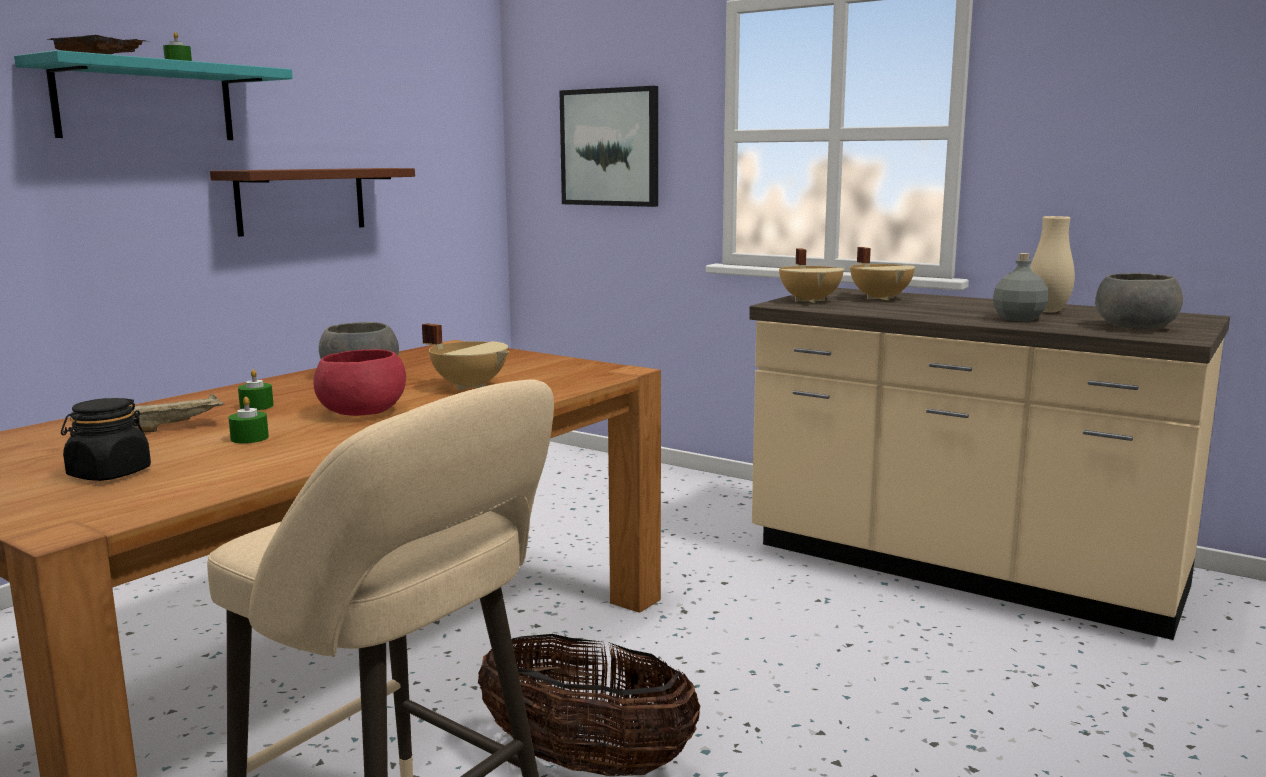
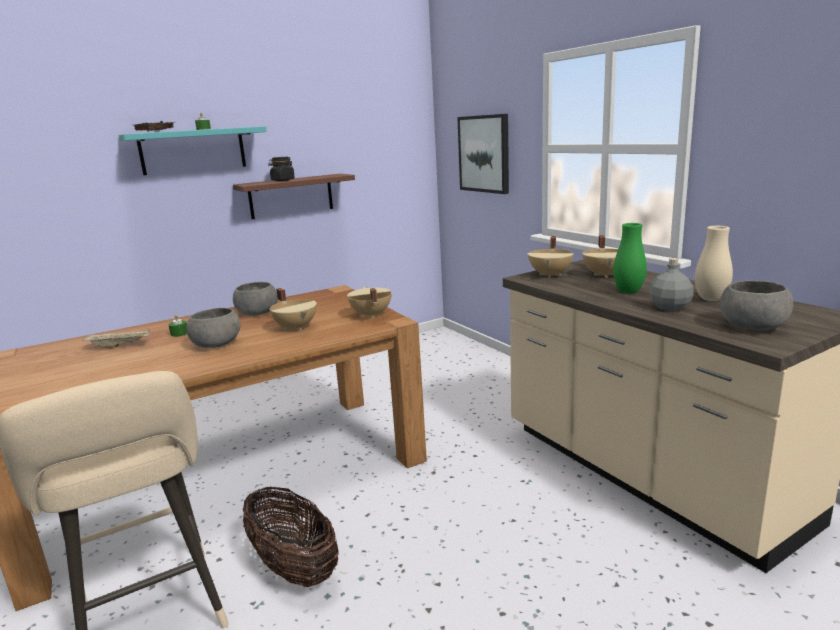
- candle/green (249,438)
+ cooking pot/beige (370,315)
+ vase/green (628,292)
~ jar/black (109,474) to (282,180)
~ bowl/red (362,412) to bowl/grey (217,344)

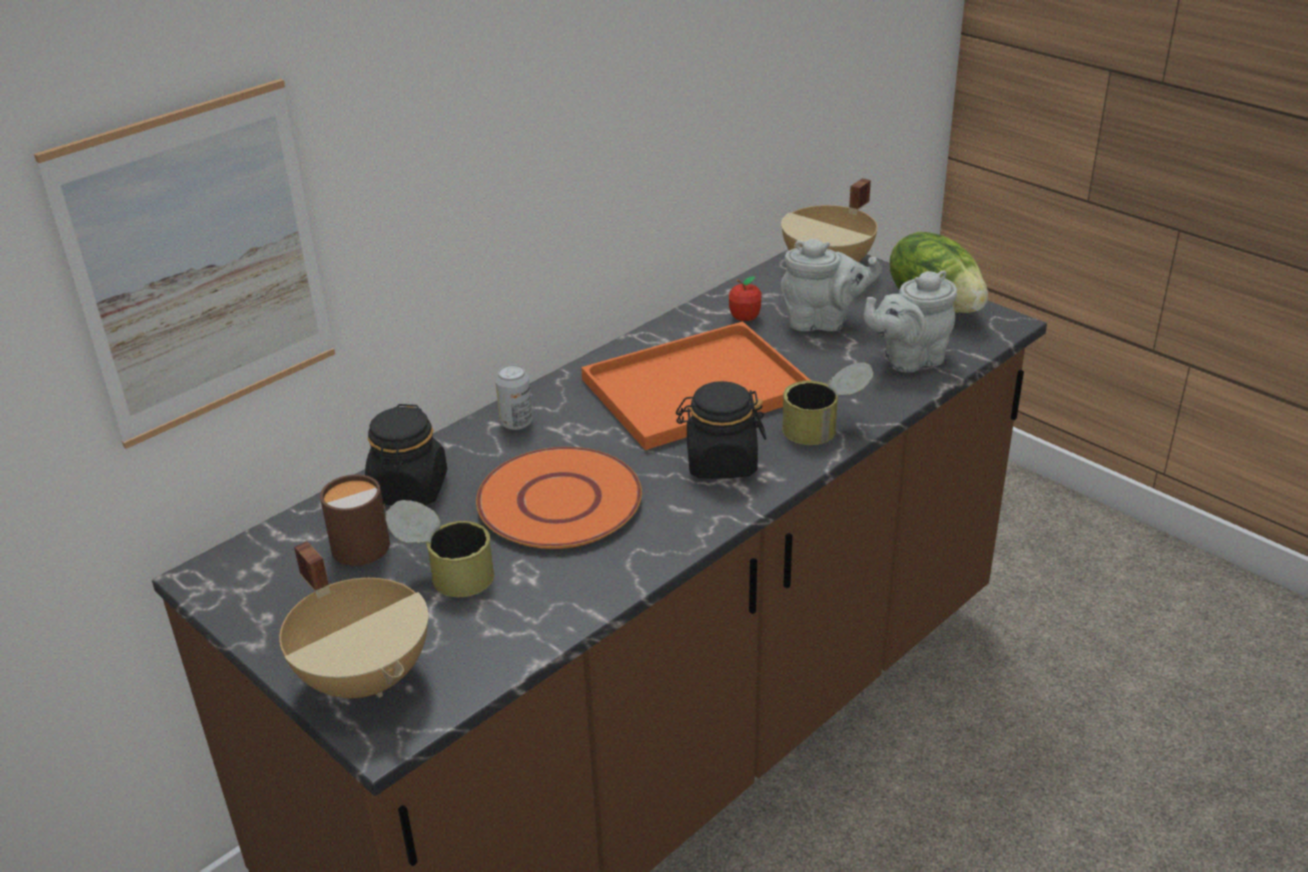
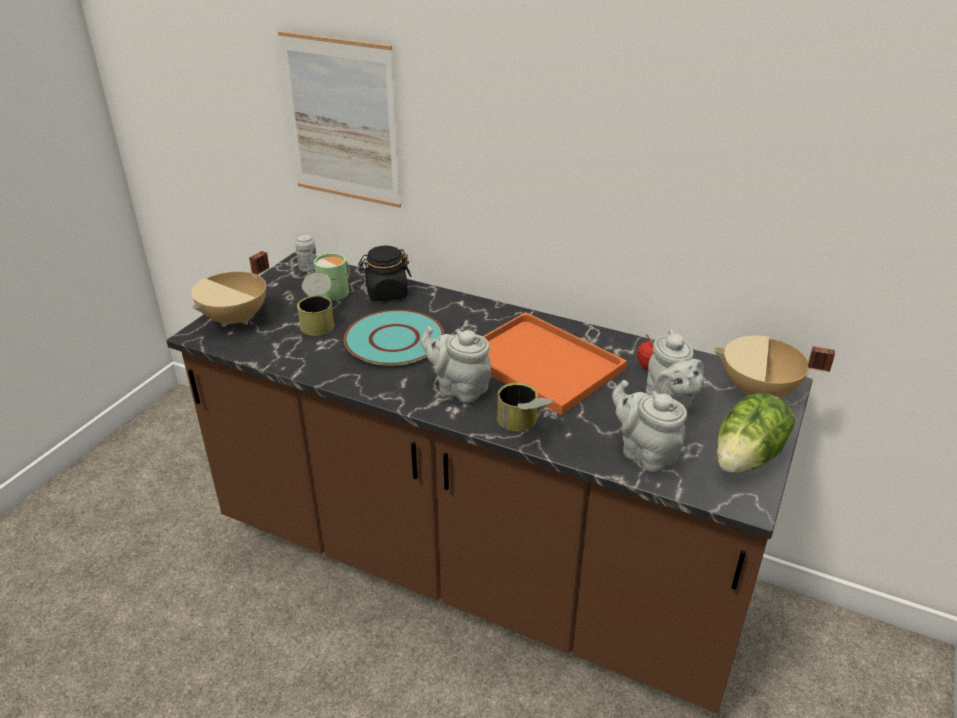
~ can (516,423) to (308,268)
~ jar/black (720,462) to teapot/grey (459,388)
~ mug/brown (359,542) to mug/green (336,291)
~ plate/orange (561,501) to plate/turquoise (394,340)

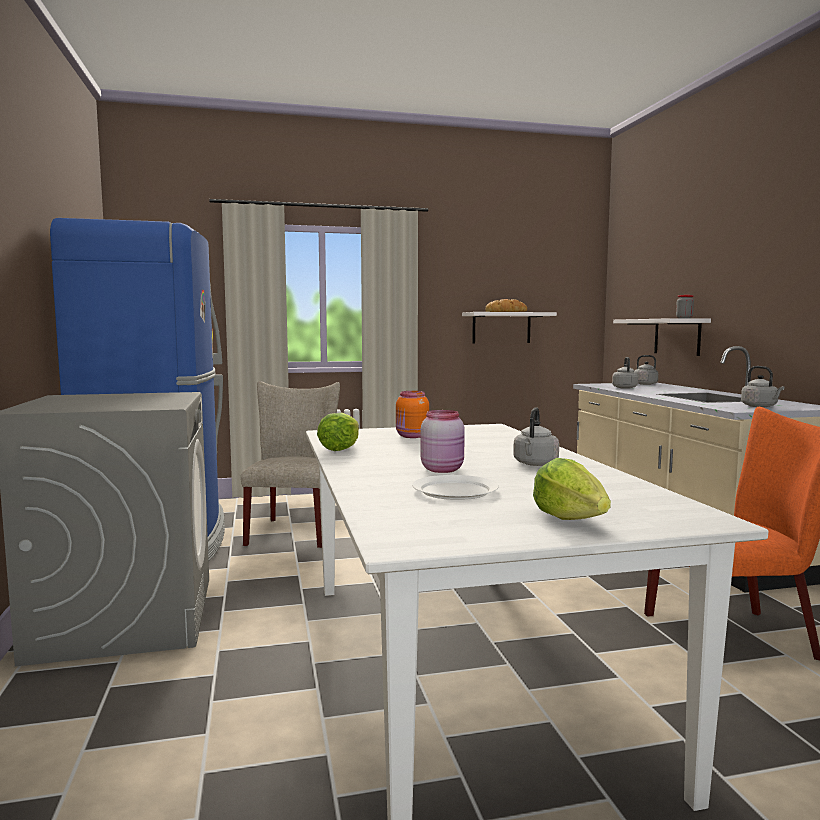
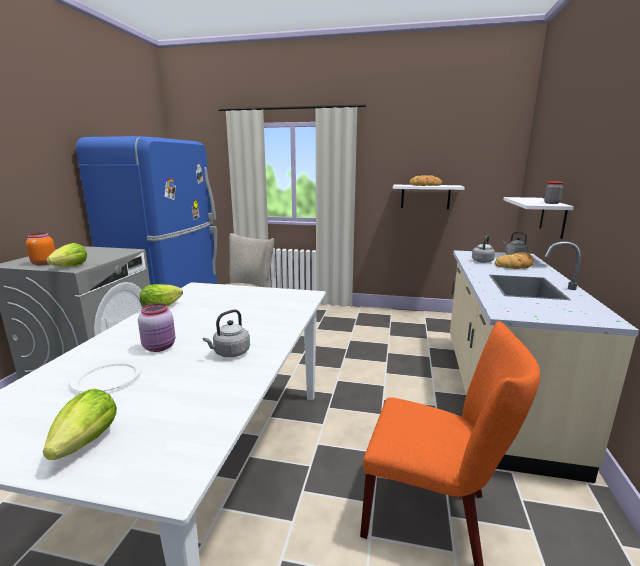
- kettle/grey (760,406)
+ lettuce (71,267)
+ bread (516,265)
~ jar/orange (411,436) to (43,263)

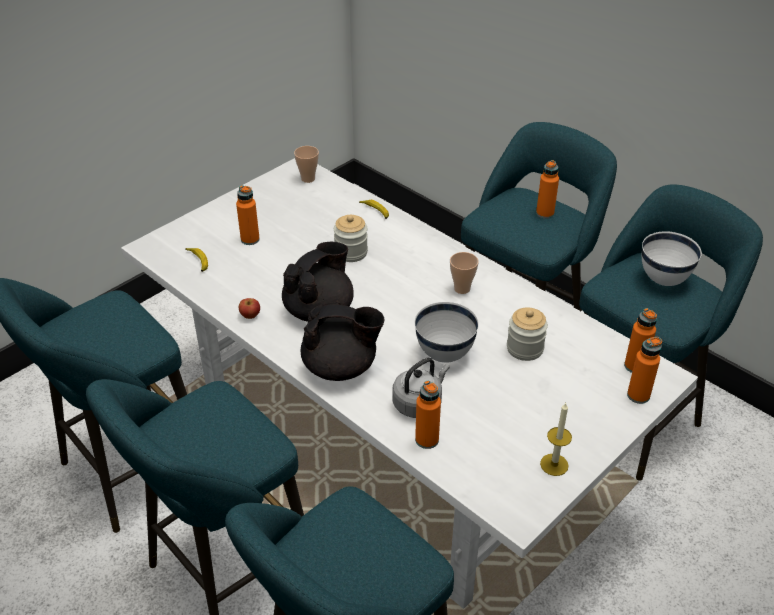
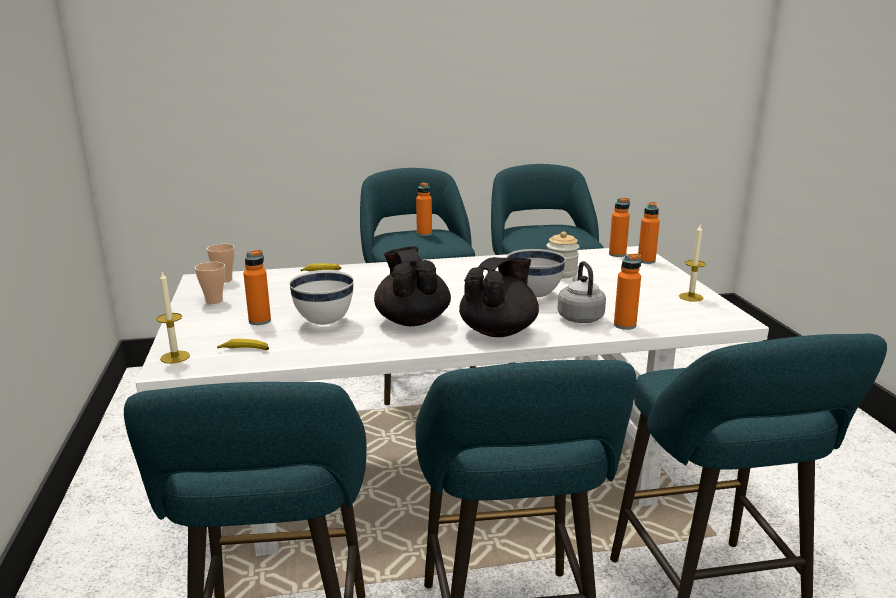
- apple (250,315)
- jar (351,252)
+ candle (175,357)
~ cup (462,289) to (214,301)
~ bowl/white (663,279) to (324,322)

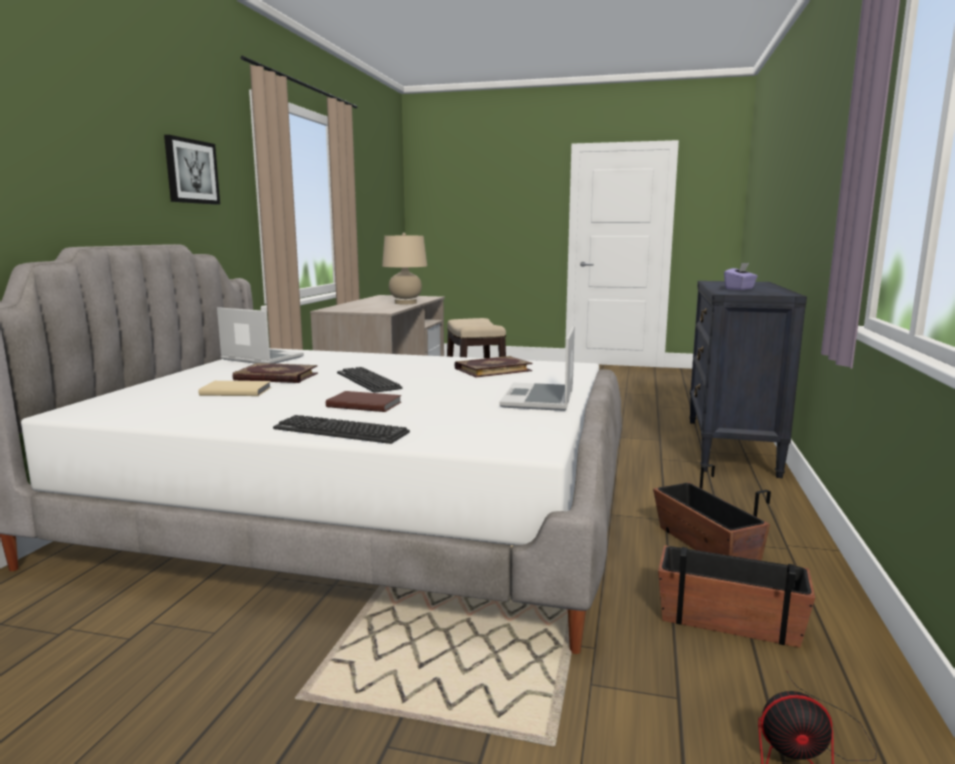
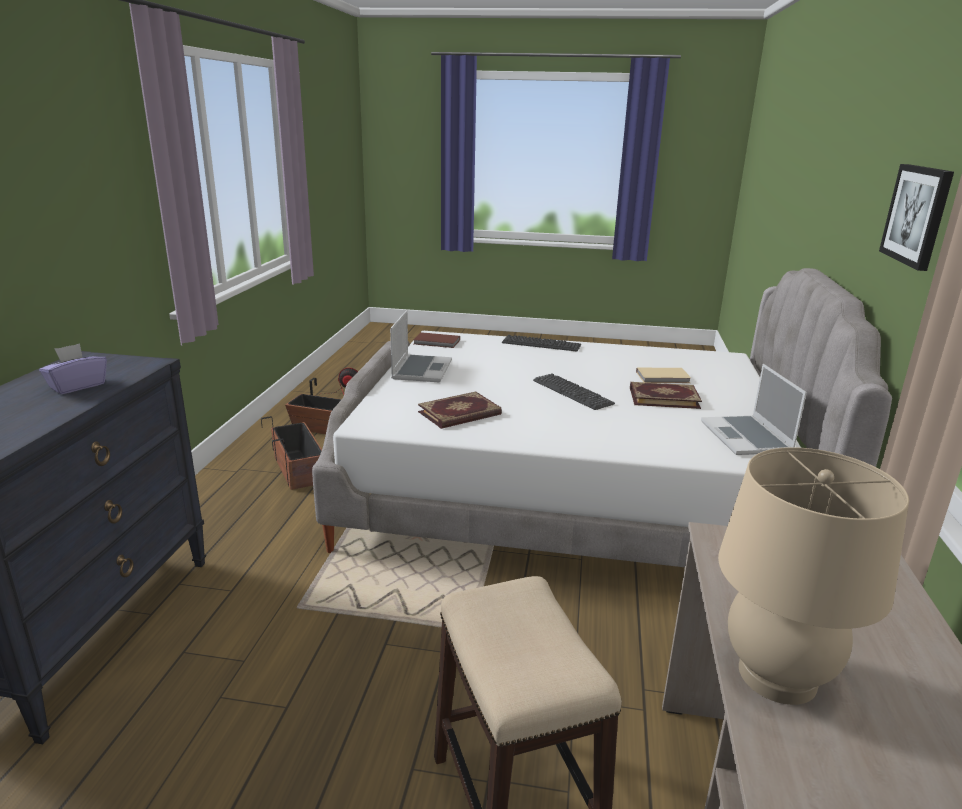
~ book/brown (364,404) to (437,342)
~ laptop (260,358) = (747,438) 60 degrees clockwise

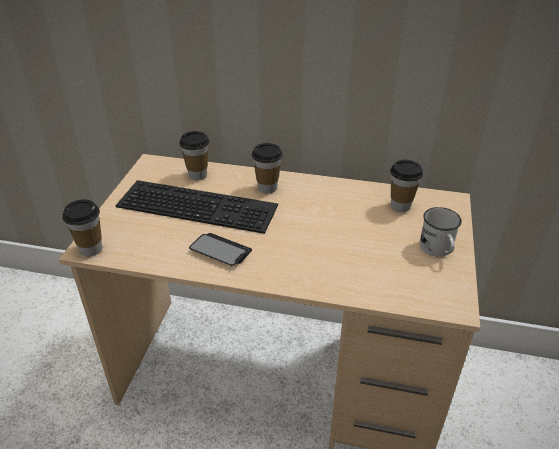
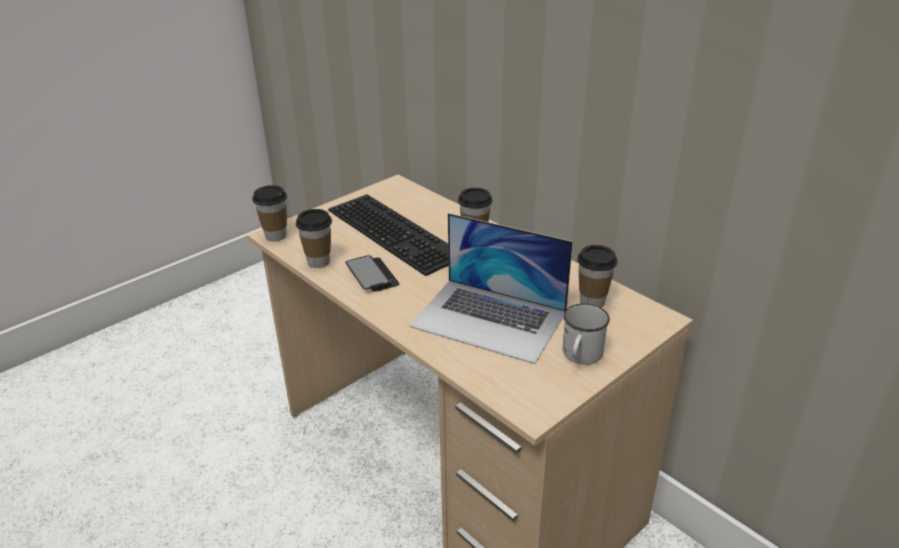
+ laptop (489,319)
~ cup (198,175) to (319,262)

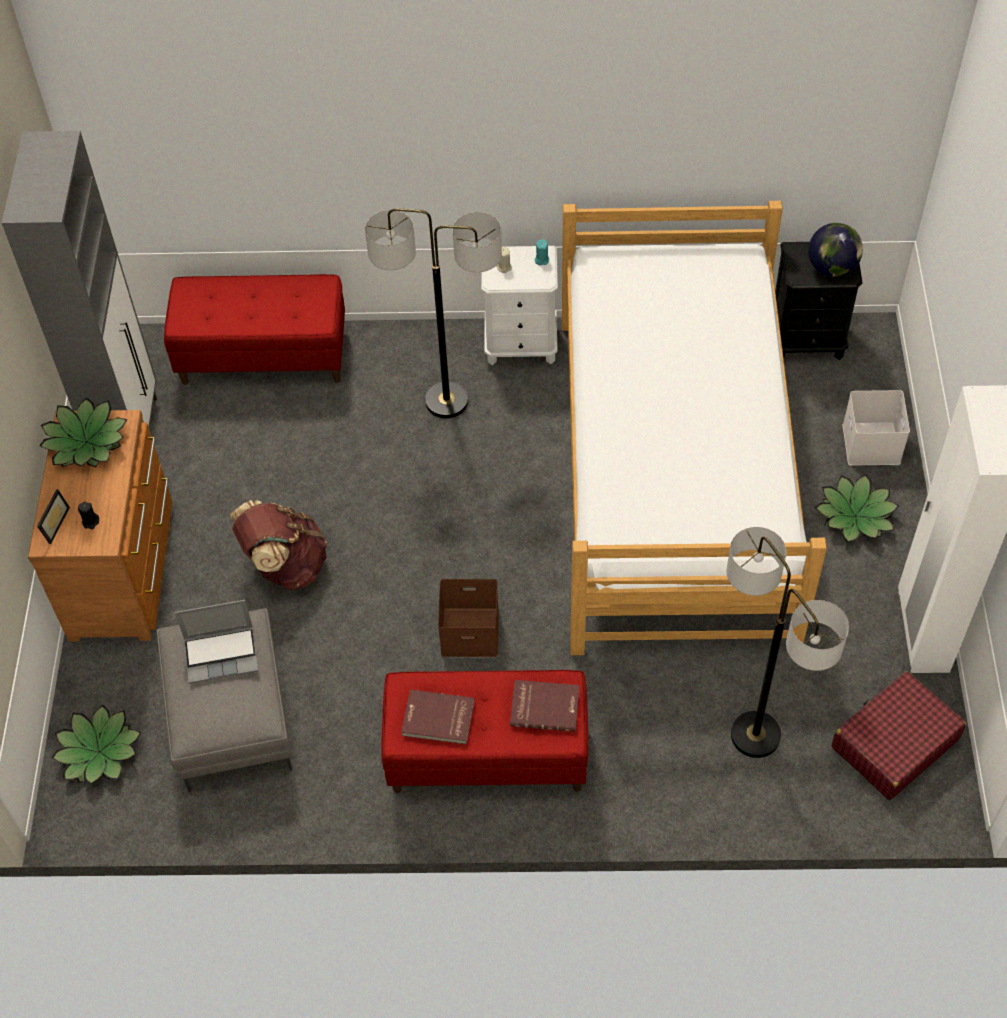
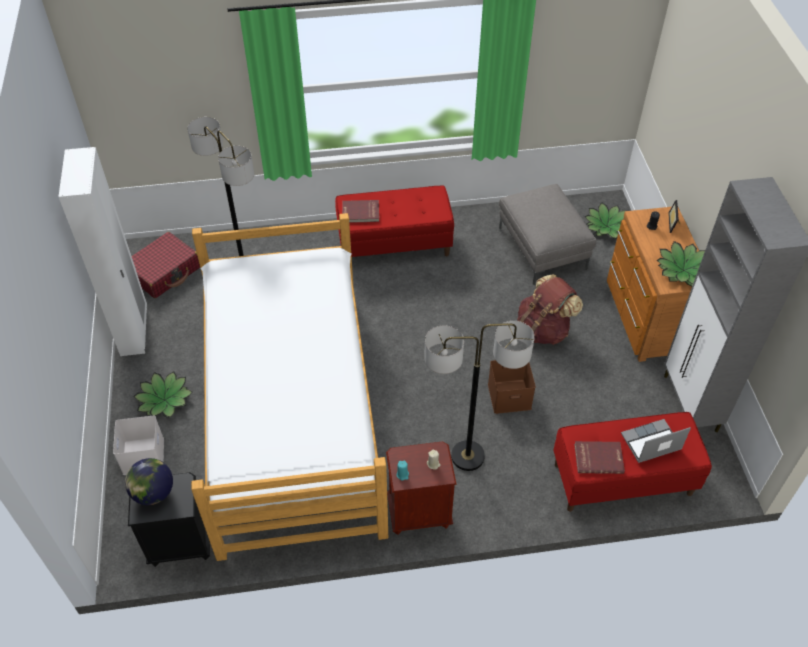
~ laptop (222,654) to (650,443)
~ book/red (438,719) to (598,458)
~ storage box/brown (468,633) to (510,395)
~ nightstand/white (521,344) to nightstand/brown (418,513)

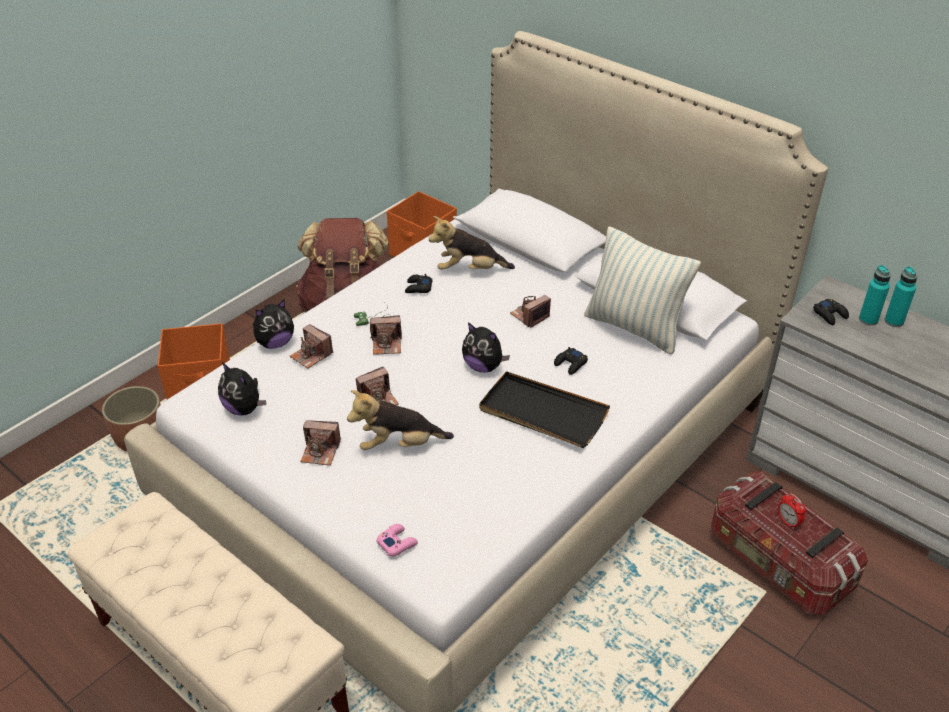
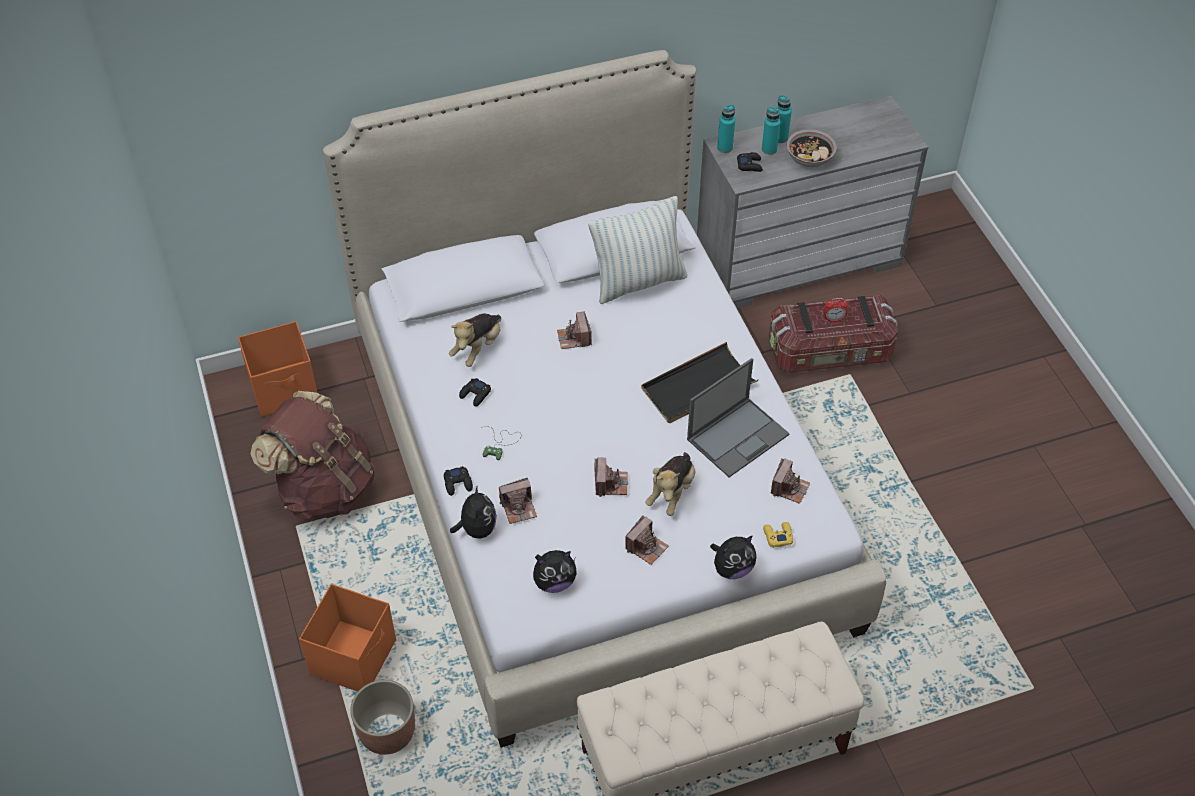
+ laptop (738,436)
+ bottle/turquoise (725,147)
+ bowl (809,158)
~ photo camera (387,344) to (789,488)
~ plush toy (483,366) to (732,569)
~ game controller/black (570,364) to (458,483)
~ game controller/pink (397,543) to game controller/yellow (777,536)

